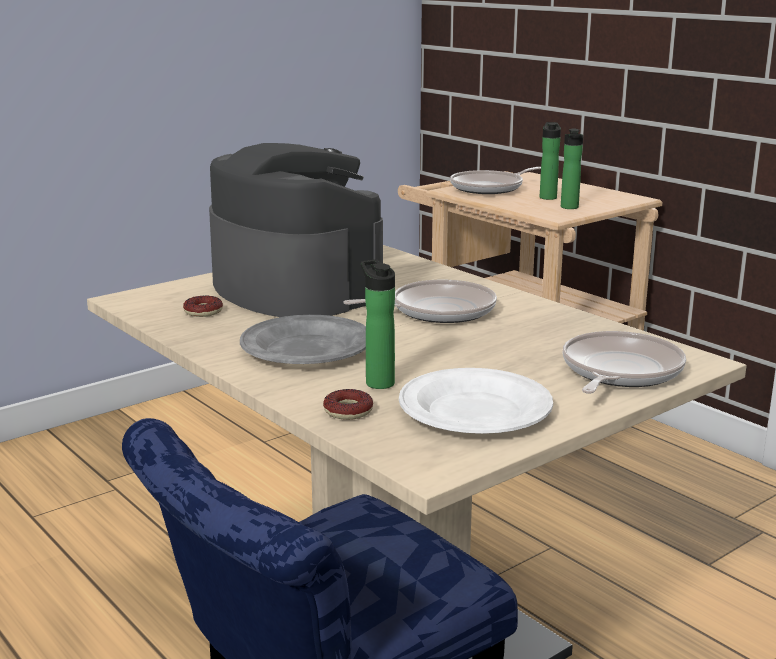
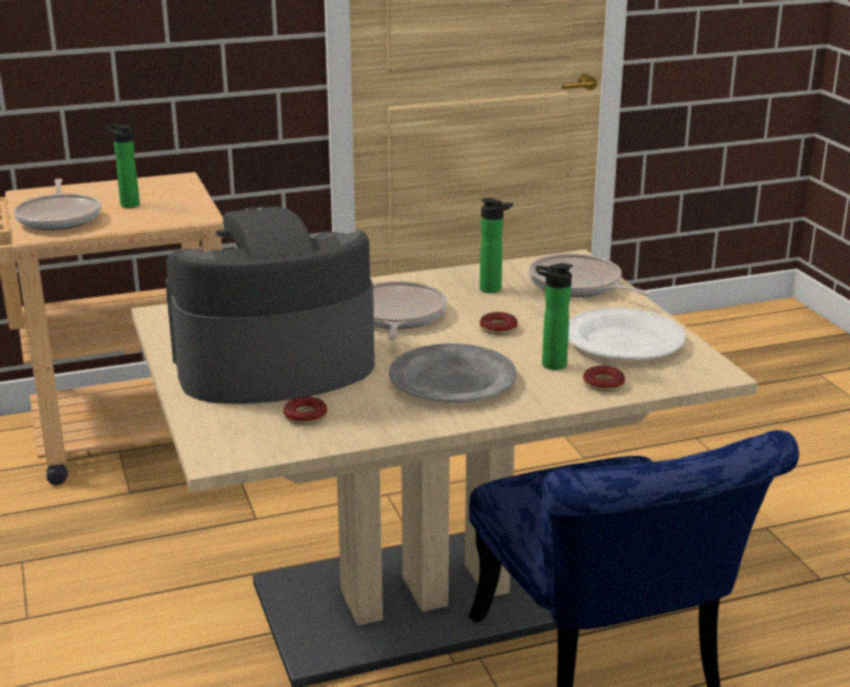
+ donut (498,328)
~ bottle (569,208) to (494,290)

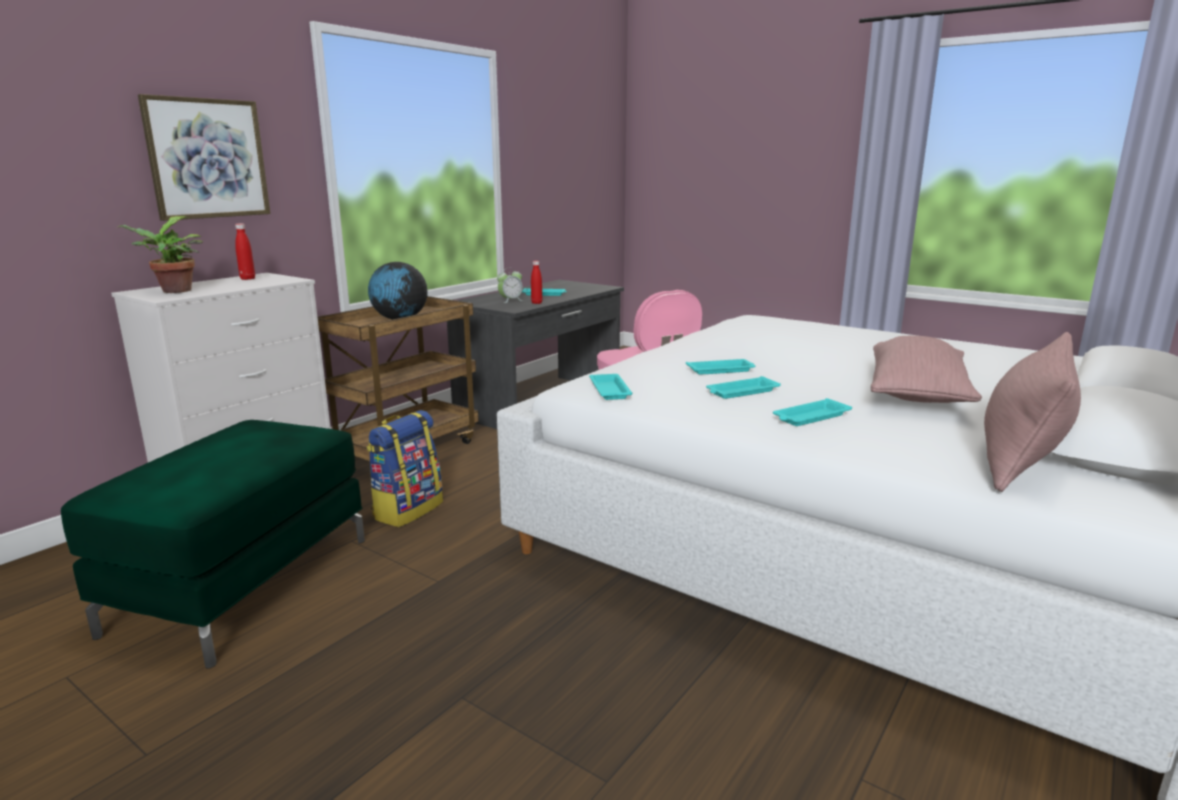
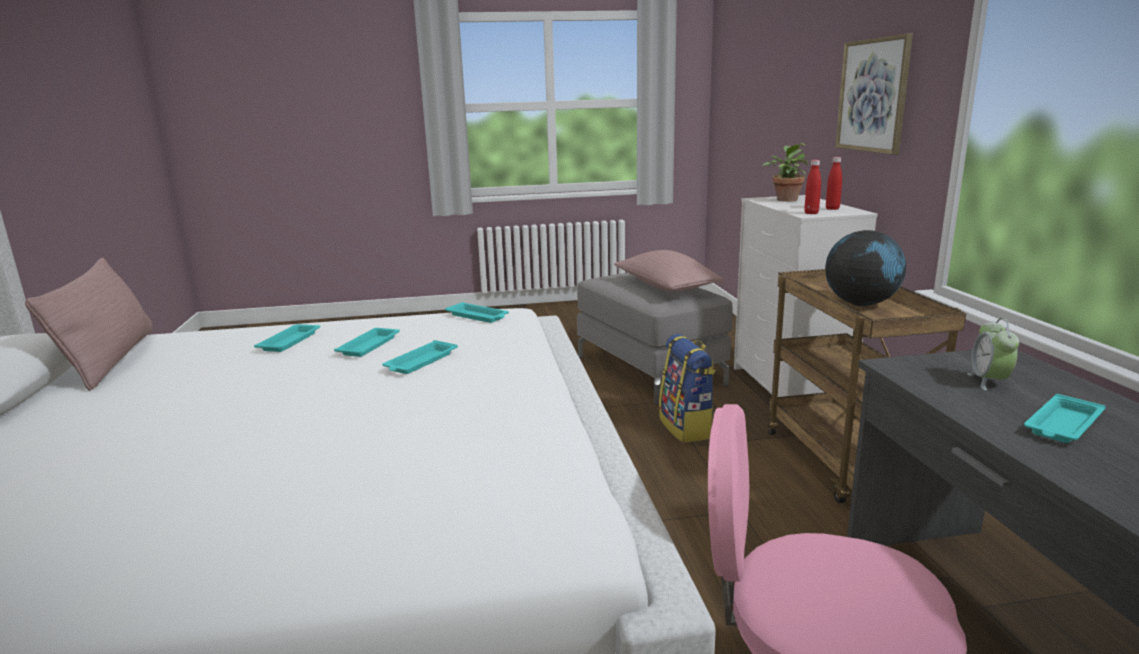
~ bottle/red (536,303) to (811,213)
~ pillow/pink (917,394) to (665,288)
~ ottoman/green (244,583) to ottoman/grey (650,370)

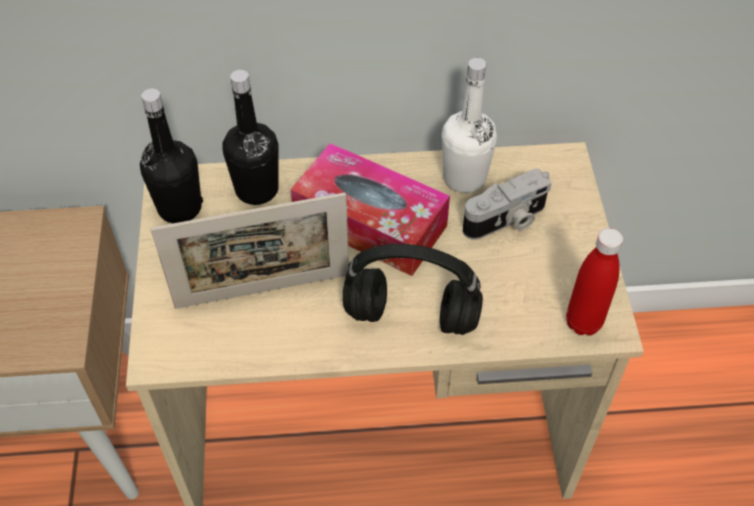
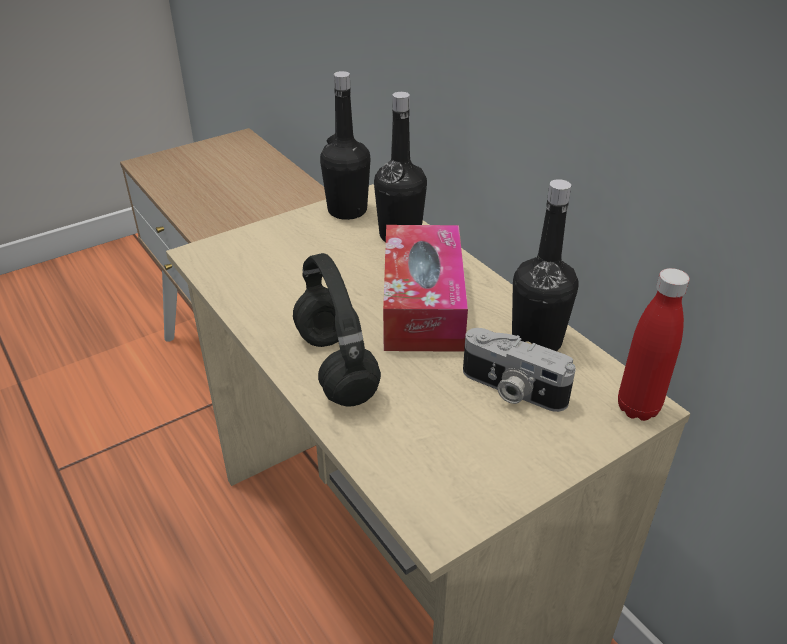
- picture frame (263,290)
~ bottle/red (583,322) to (637,408)
~ bottle/white (464,178) to bottle/black (536,341)

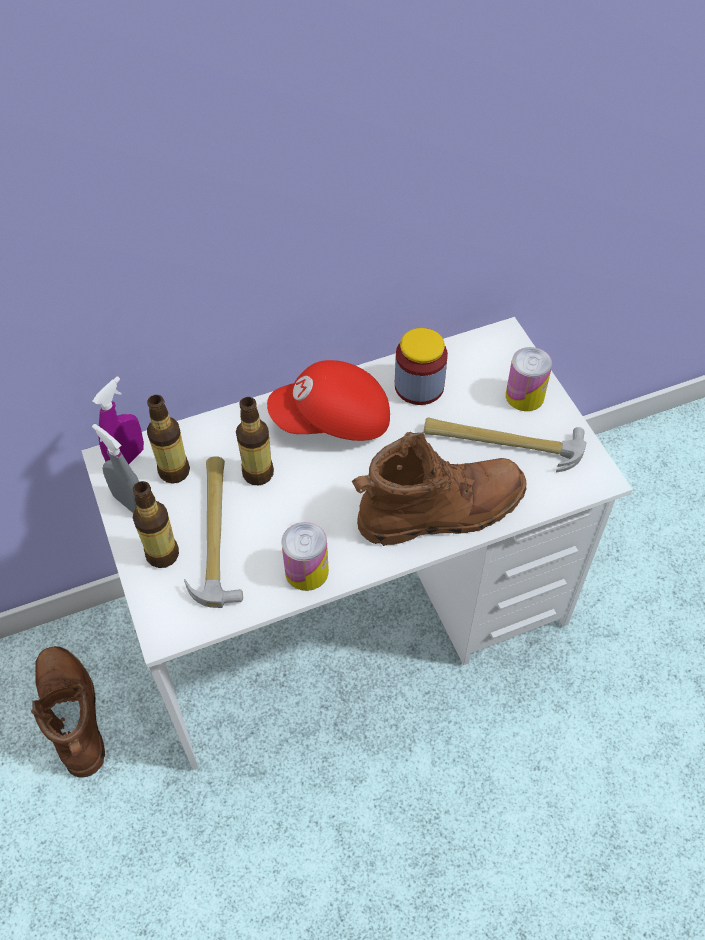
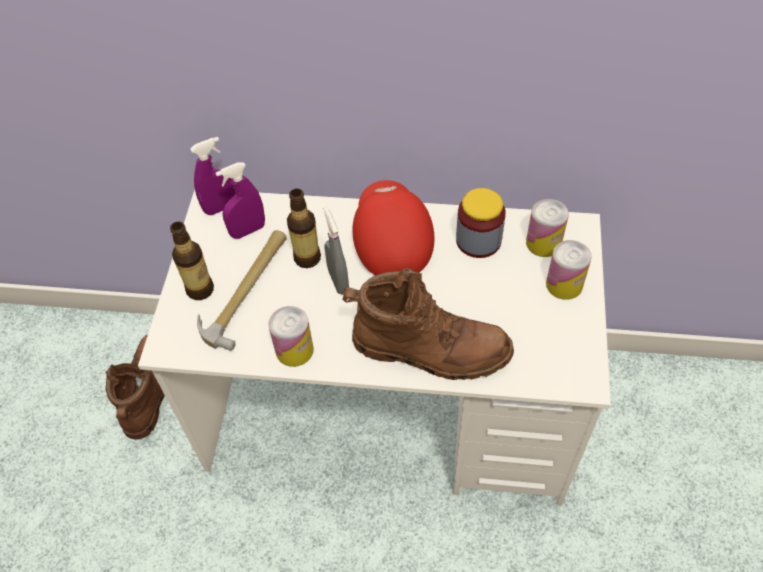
- hammer (503,442)
+ can (543,243)
~ spray bottle/grey (130,503) to (338,281)
~ bottle (174,471) to spray bottle/purple (248,231)
~ cap/red (333,421) = (390,241) 60 degrees clockwise

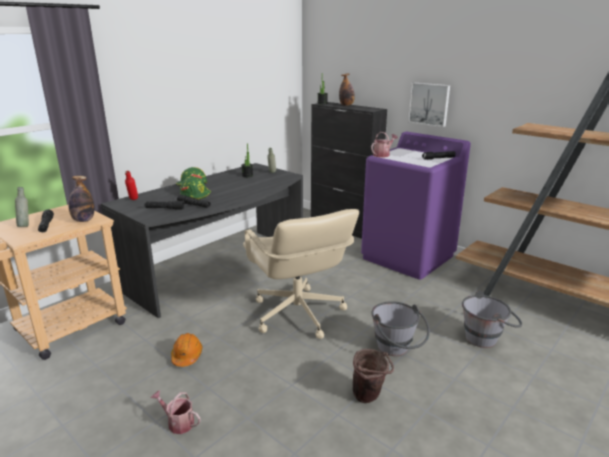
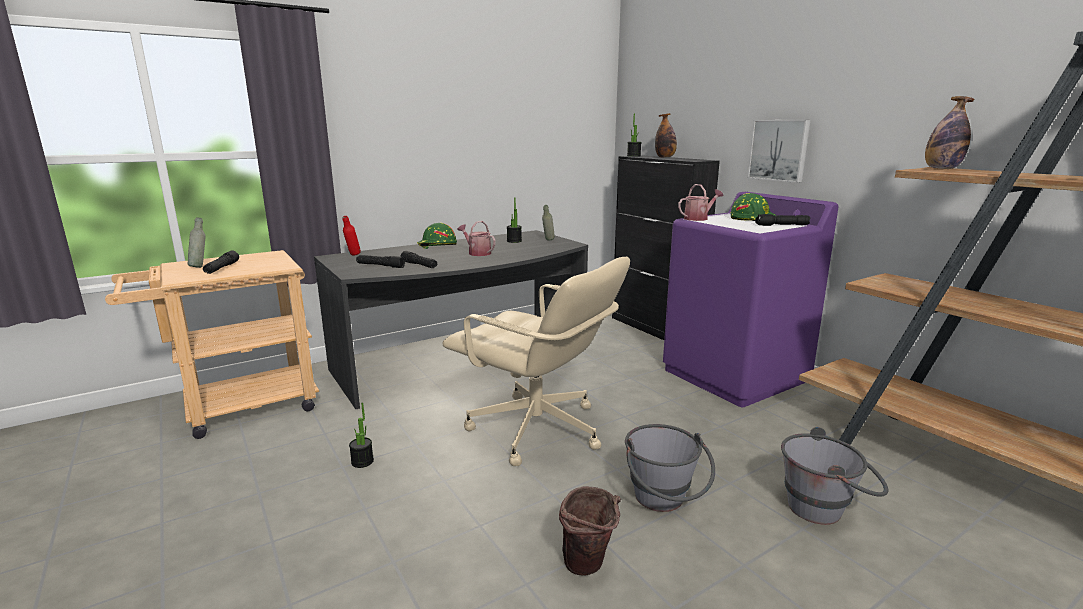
~ bottle (83,220) to (941,169)
~ watering can (178,422) to (477,253)
~ hard hat/green (196,195) to (752,219)
~ hard hat/orange (187,356) to potted plant (362,461)
~ office chair/beige (297,314) = (537,430) 45 degrees counterclockwise

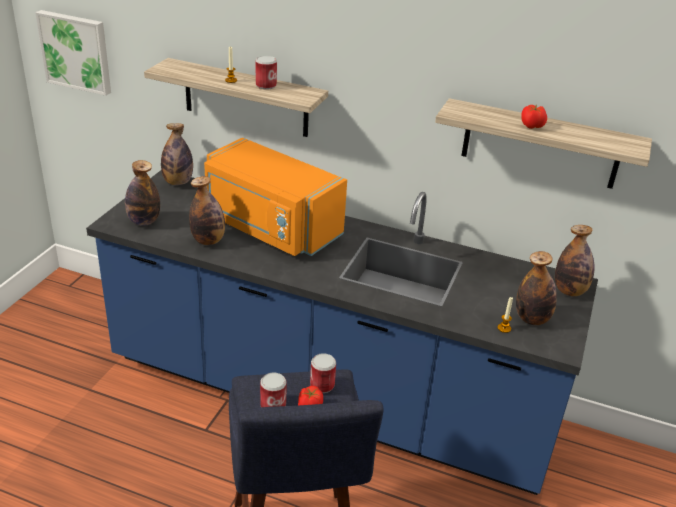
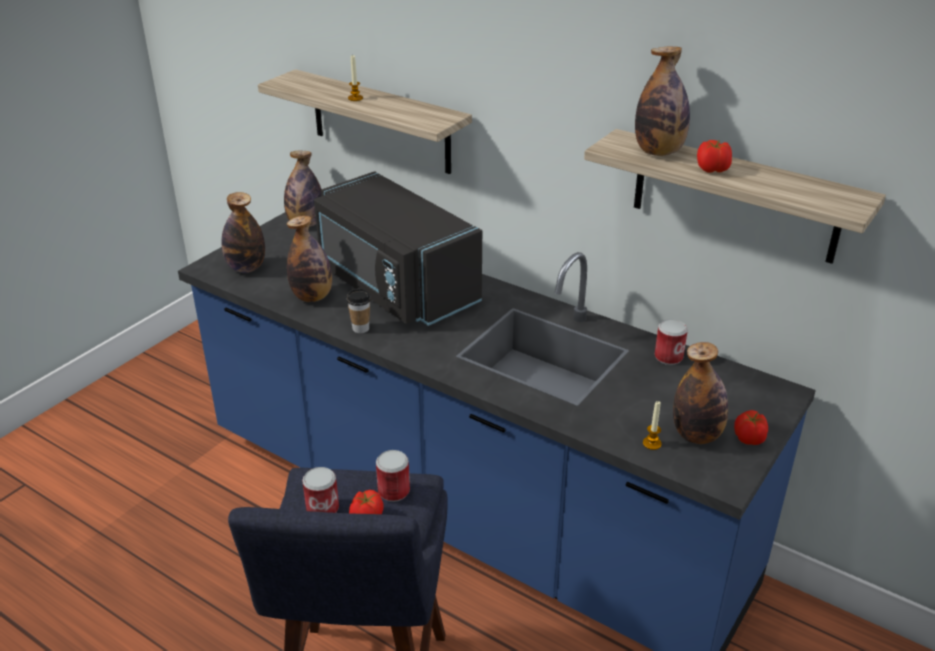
- picture (76,51)
+ cup (360,328)
+ tomato (748,439)
~ can (266,85) to (668,357)
~ bottle (569,291) to (658,152)
~ microwave/orange (270,228) to microwave/black (394,287)

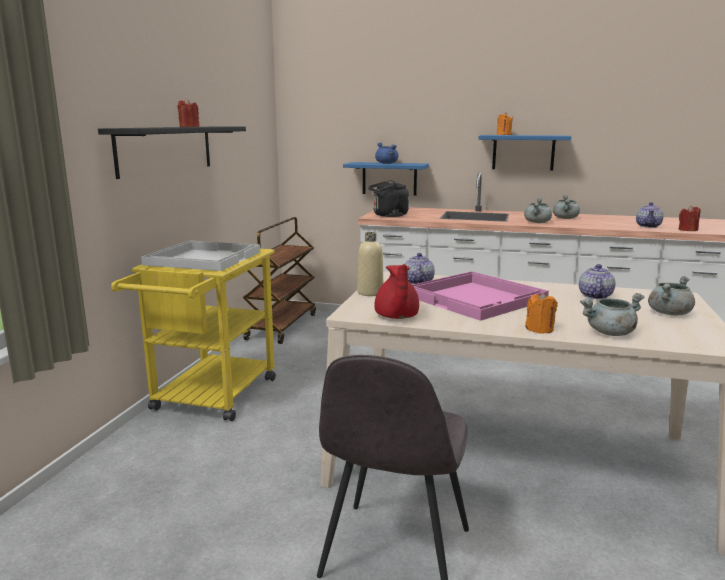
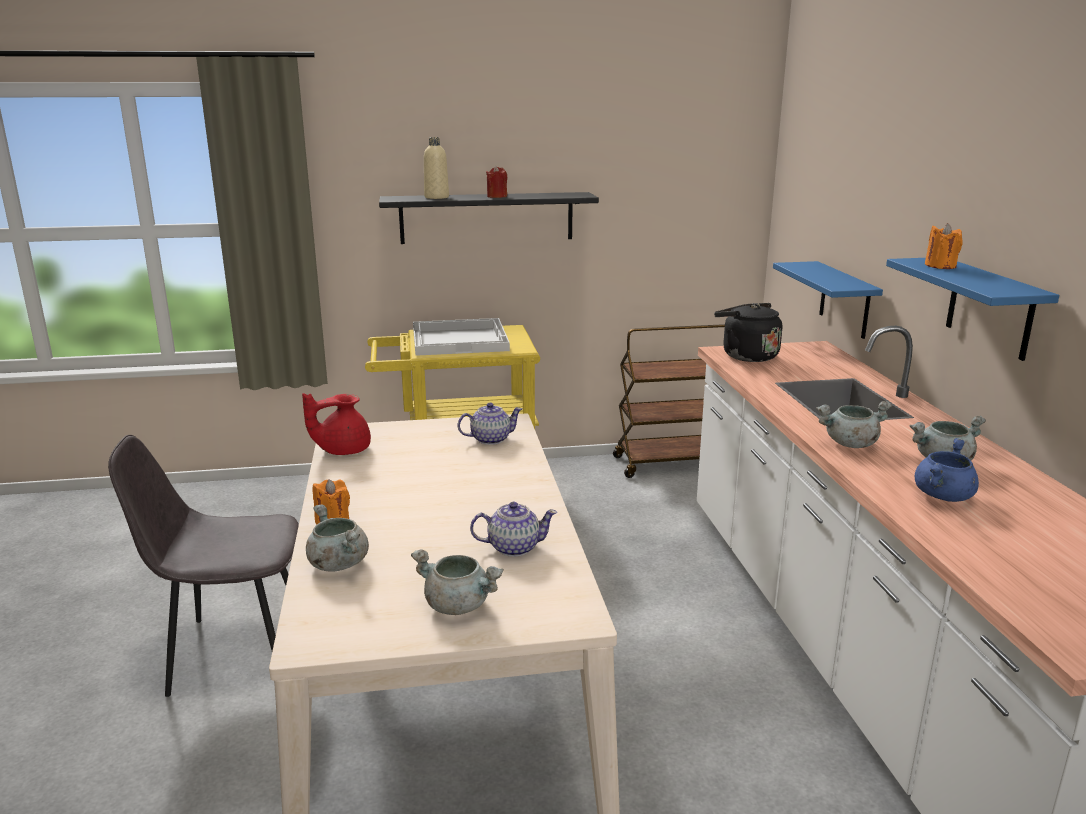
- tray/pink (476,298)
- teapot (648,226)
- candle/red (687,230)
~ bottle/beige (370,293) to (436,197)
~ cooking pot/blue (387,163) to (943,496)

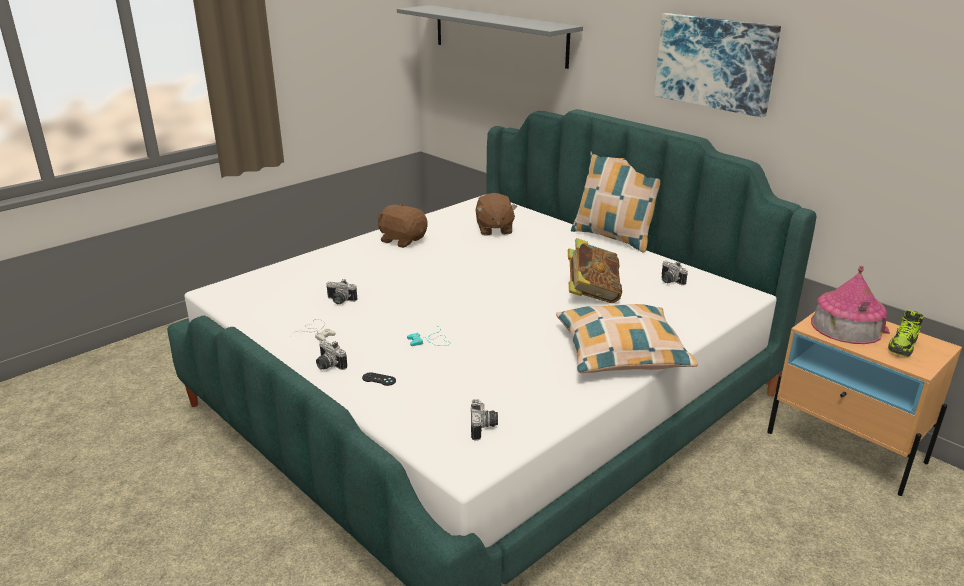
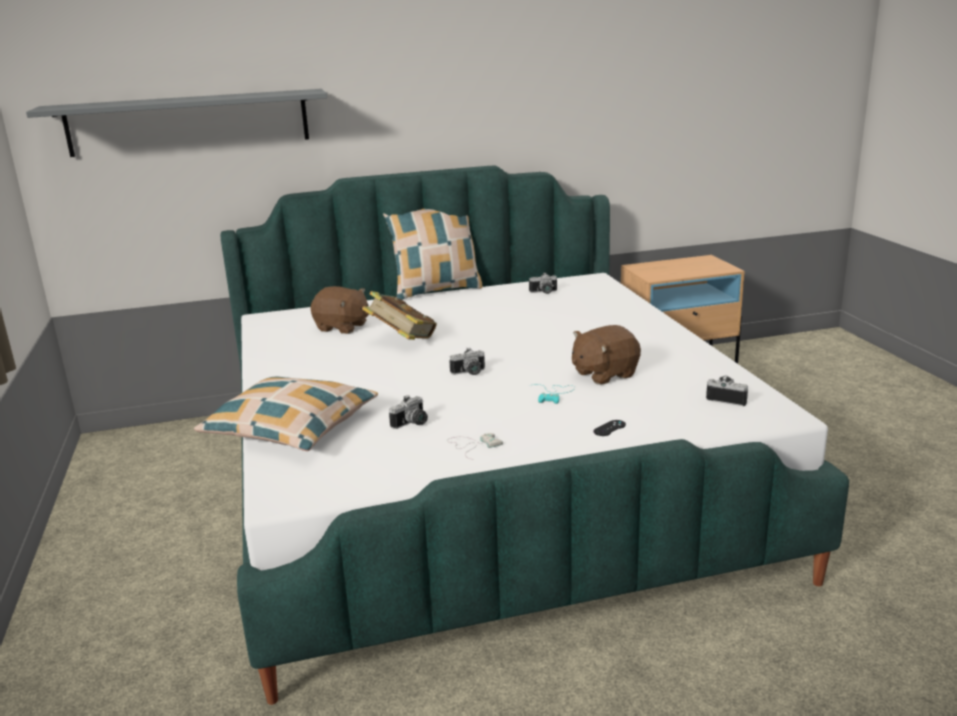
- picture (715,63)
- toy house (846,326)
- shoe (903,346)
~ photo camera (328,365) to (469,373)
~ plush toy/brown (402,240) to (604,374)
~ pillow (621,352) to (292,427)
~ book (592,294) to (401,341)

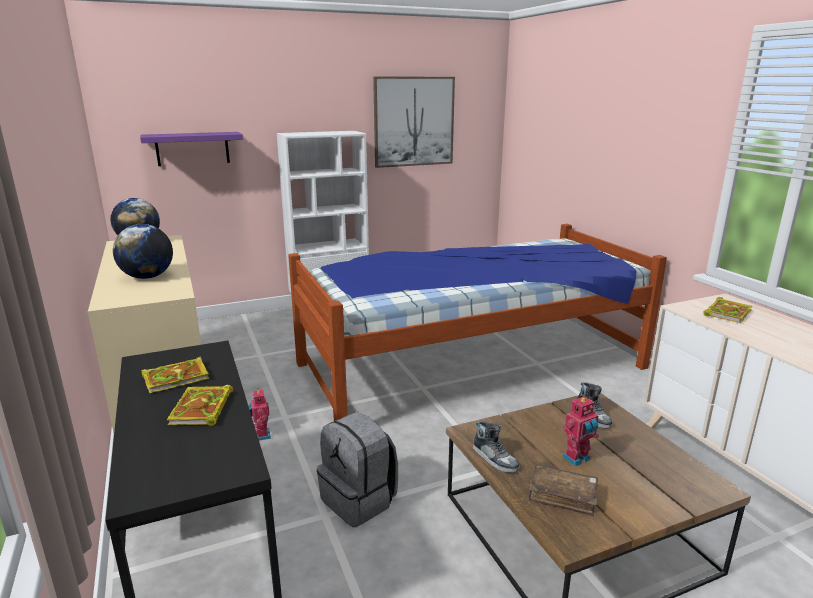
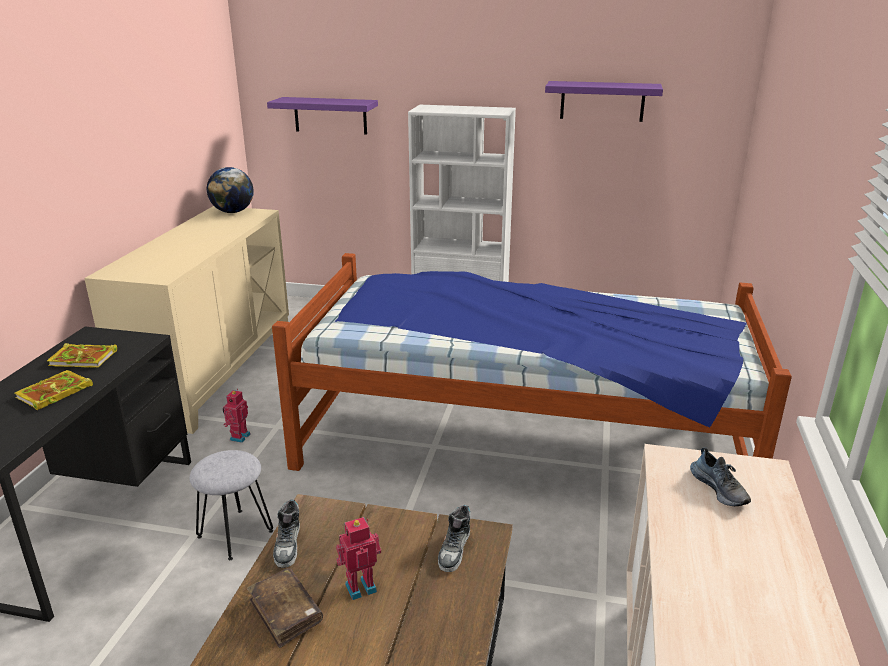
- globe (147,277)
~ backpack/grey (360,500) to stool/grey (235,534)
~ picture (414,122) to shelf/purple (602,101)
~ book (727,312) to shoe (720,488)
~ toy robot (577,459) = (360,586) 150 degrees clockwise

